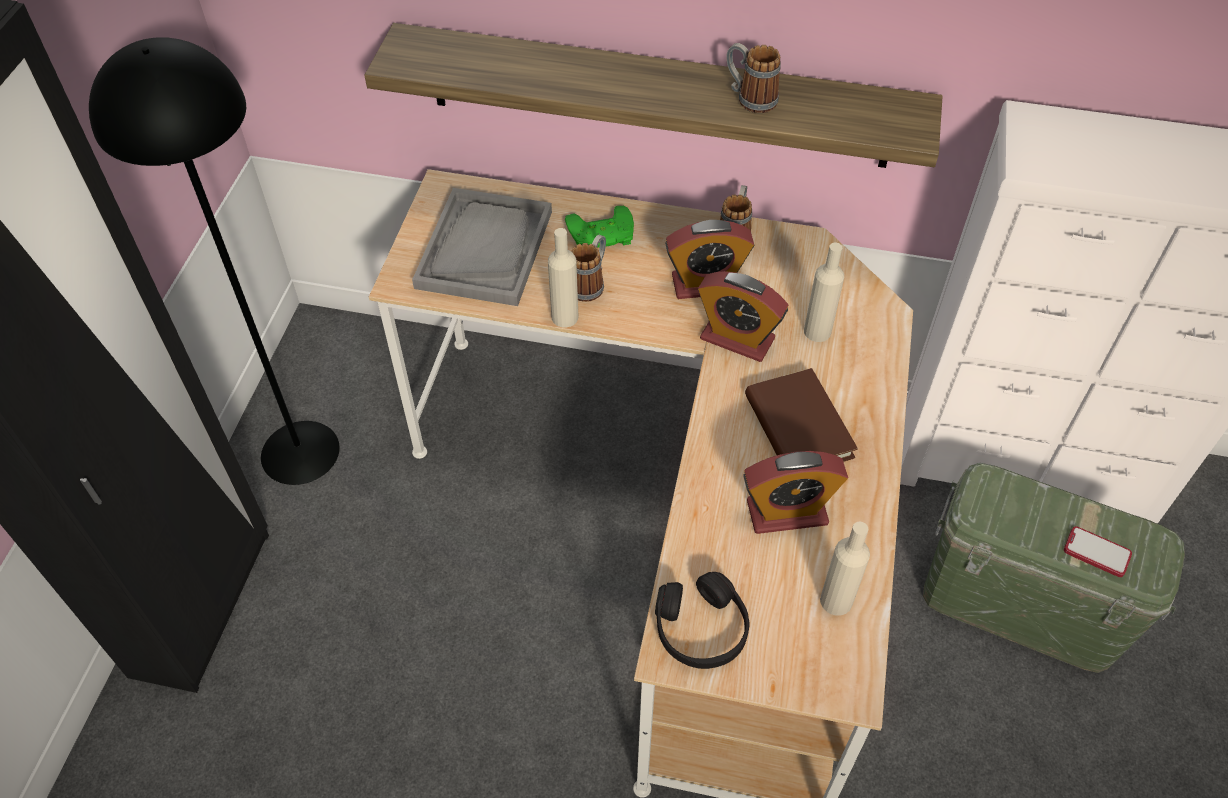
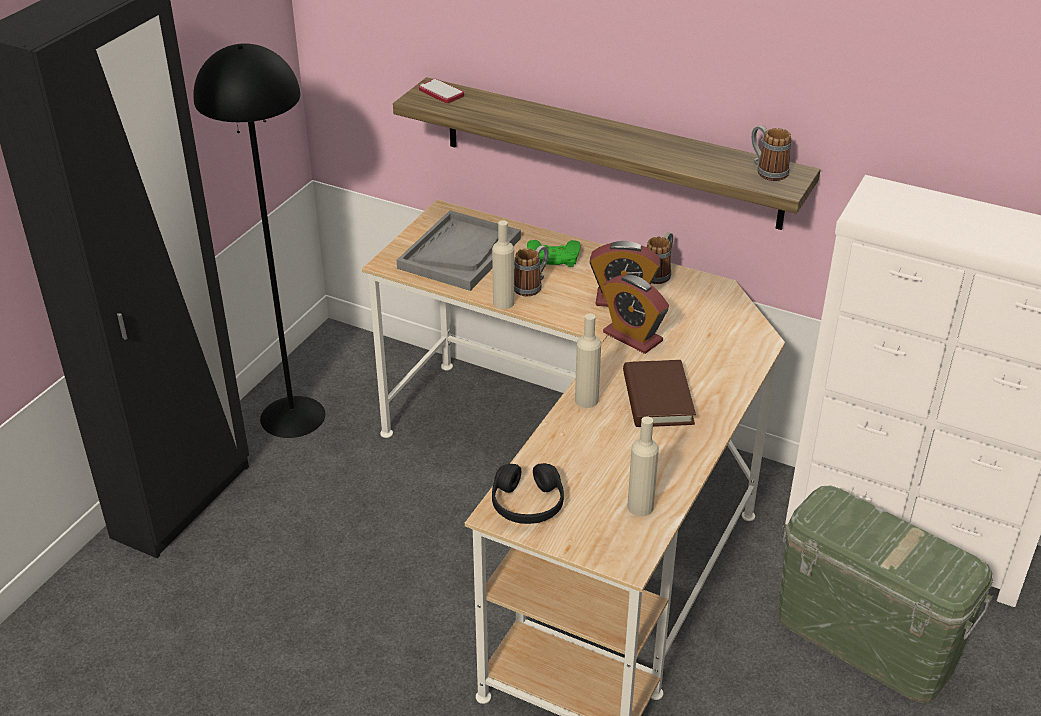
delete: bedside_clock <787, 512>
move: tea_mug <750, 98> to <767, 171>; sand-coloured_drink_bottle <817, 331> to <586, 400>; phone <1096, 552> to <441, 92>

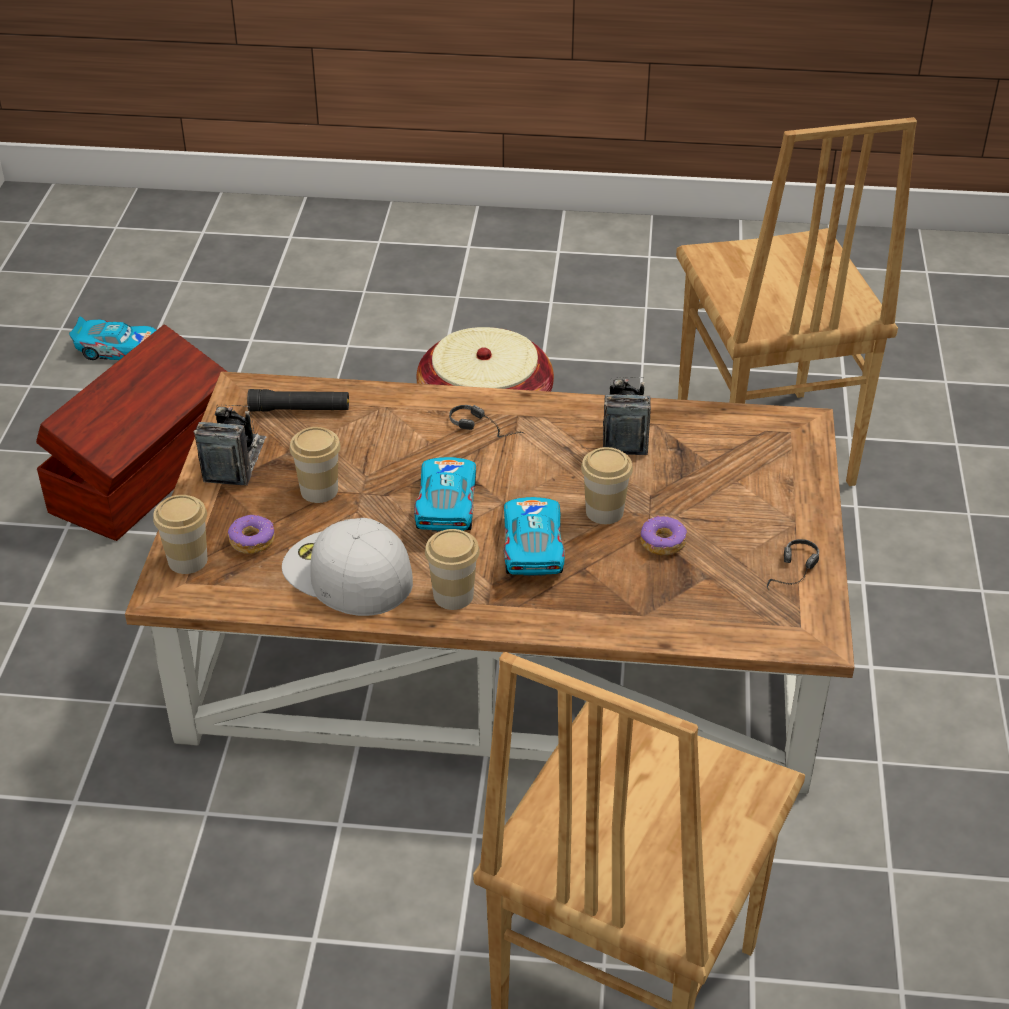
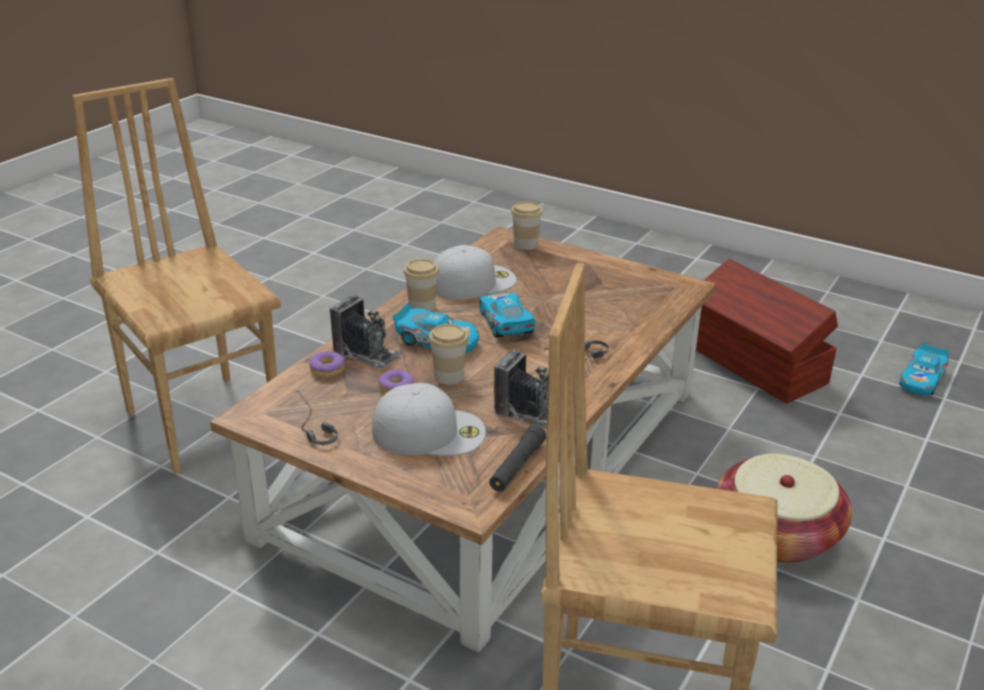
delete: cup <319, 490>
insert: whitish_baseball_cap <430, 431>
move: still_camera <235, 461> to <366, 353>; donut <252, 540> to <327, 370>; black-coloured_torch <299, 409> to <517, 466>
rotate: model_car <446, 506> = <506, 323> 135 degrees counterclockwise

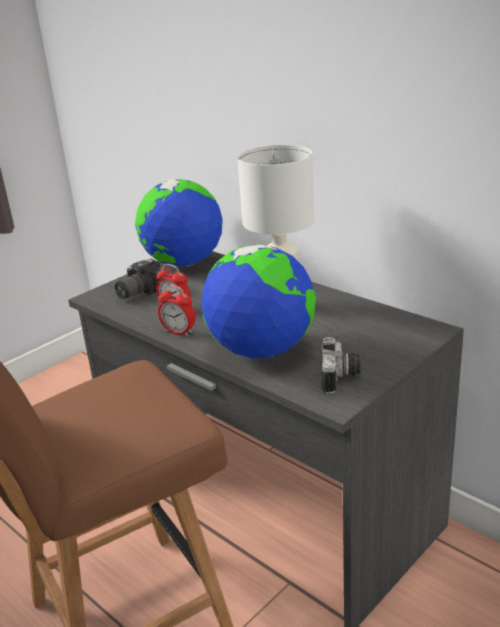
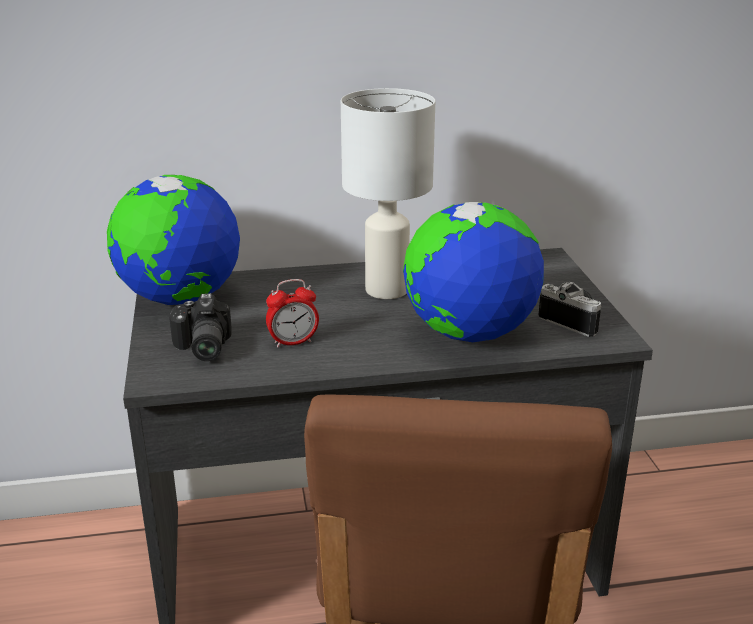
delete: bedside_clock <179, 332>

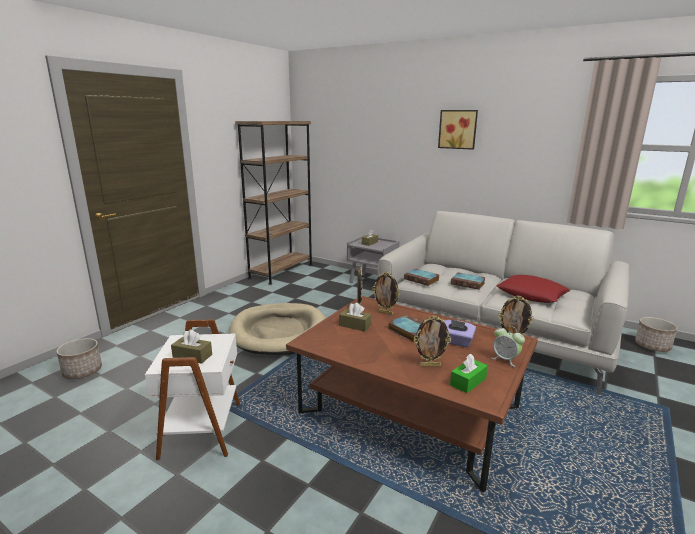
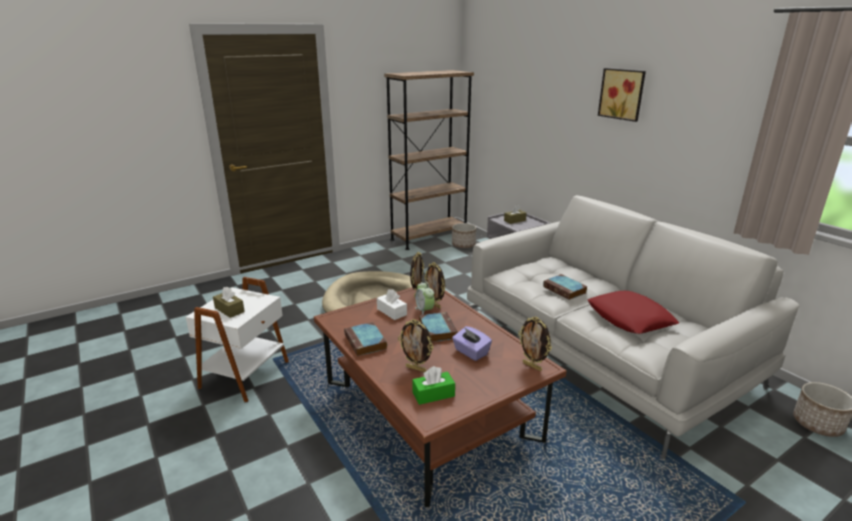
move: plant_pot <82, 371> to <463, 245>; volume <422, 279> to <366, 342>; bedside_clock <505, 359> to <424, 311>
recolor: brown-coloured_tissue_box <355, 325> to whitish_tissue_box <391, 312>

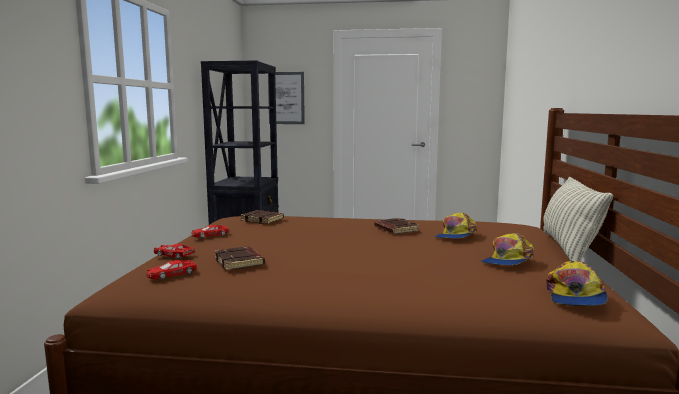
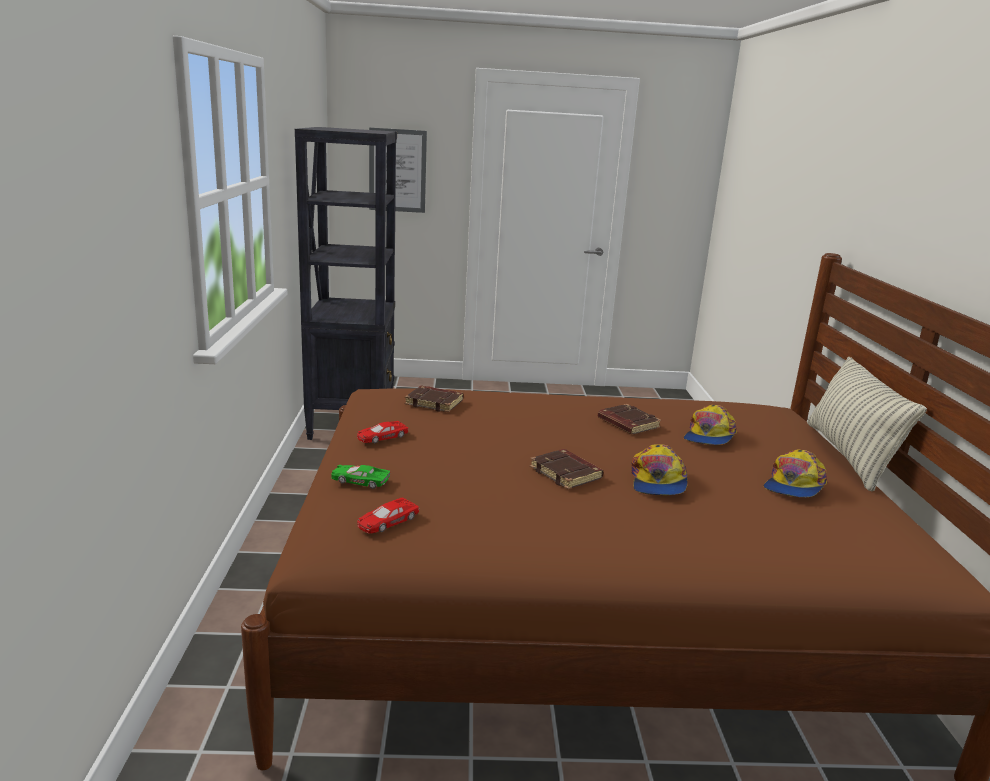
move: brown-coloured_volume <240, 262> to <567, 473>; baseball_cap <575, 296> to <657, 481>
recolor: red_model_car <173, 255> to green_model_car <360, 480>

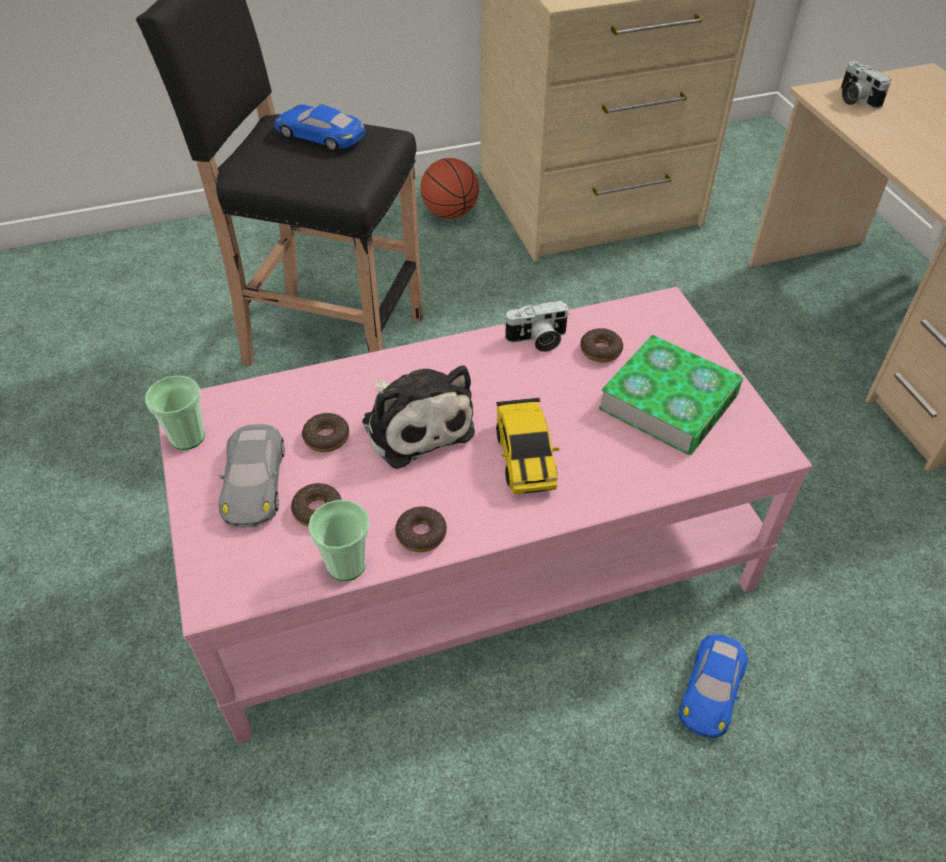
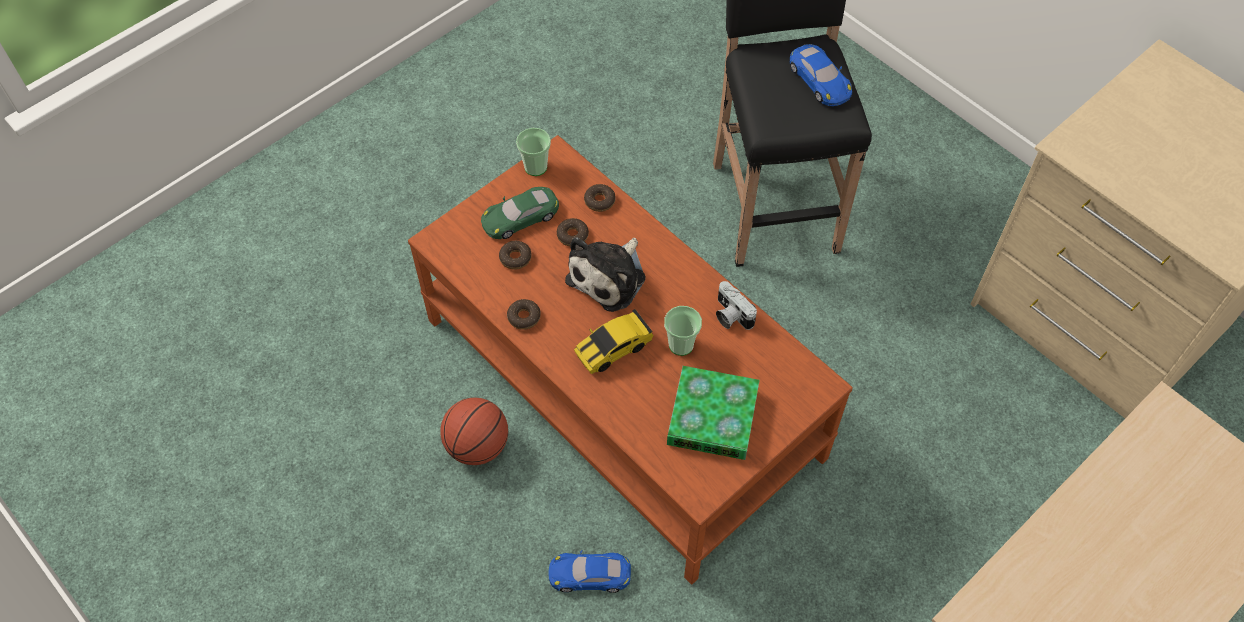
delete: still_camera <855, 99>
move: cup <346, 564> to <681, 345>; basketball <450, 213> to <477, 446>; donut <600, 350> to <599, 201>
recolor: pink_lounge_table <474, 555> to brown-coloured_lounge_table <622, 388>; greyish_model_car <254, 481> to green_model_car <520, 217>
rotate: bluish_model_car <320, 135> = <819, 80> 150 degrees clockwise

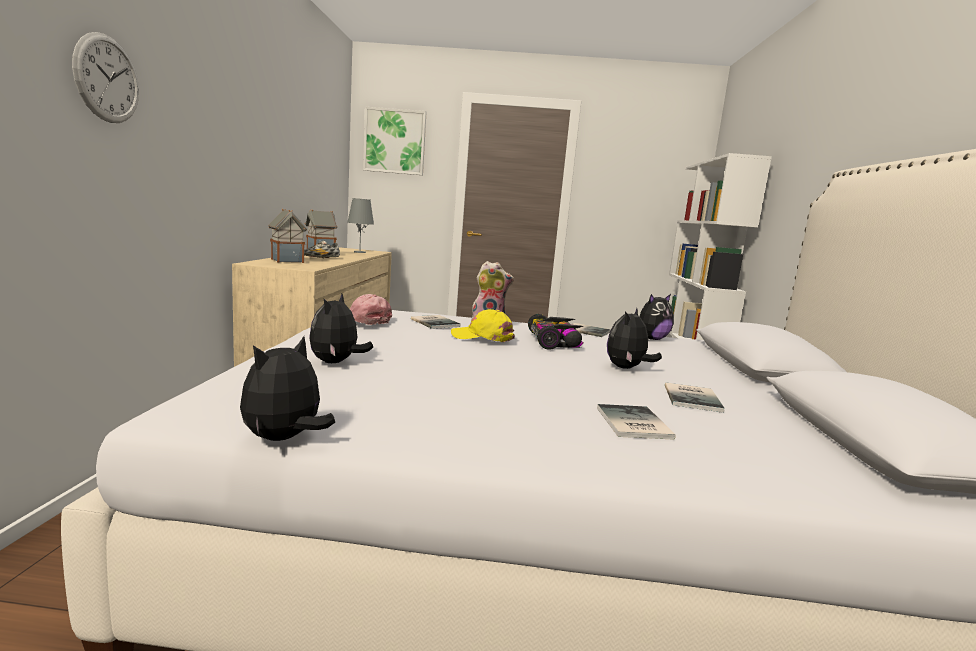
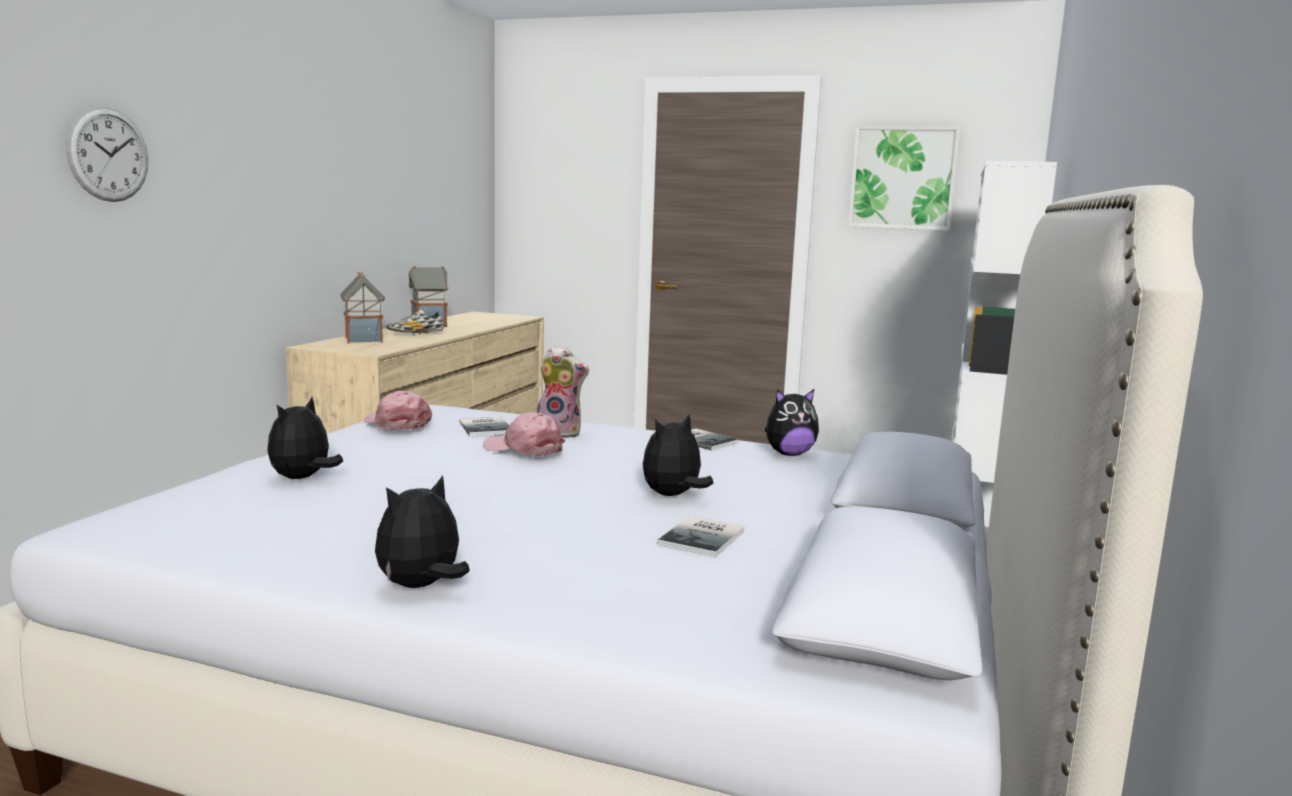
delete: greyish_tabletop_lamp <359, 252>; model_car <554, 342>; volume <631, 423>
move: soft_toy <285, 439> to <421, 586>; picture <394, 141> to <902, 178>
recolor: yellow-coloured_baseball_cap <483, 337> to pink_baseball_cap <524, 448>

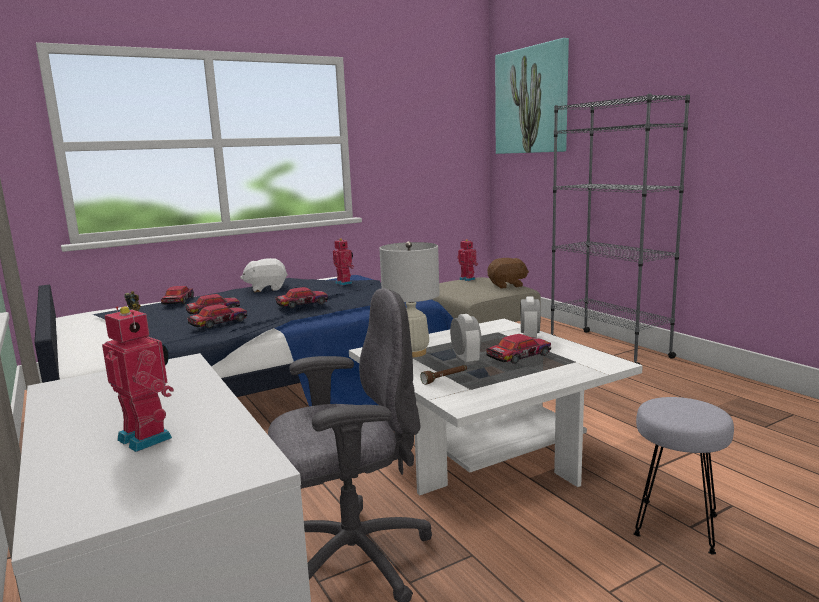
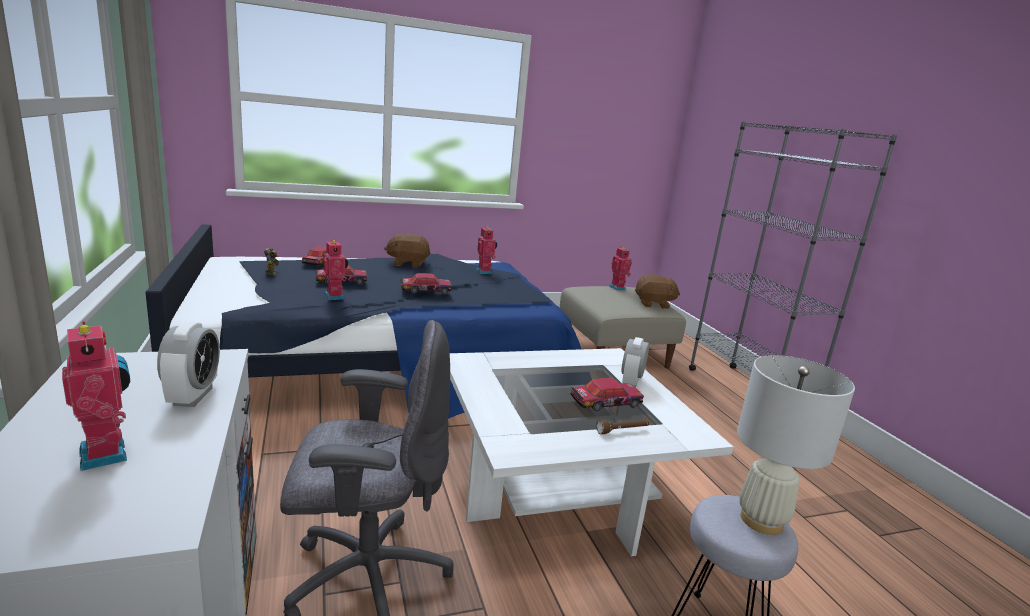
delete: picture <532, 101>
move: whitish_tabletop_lamp <413, 352> to <761, 520>; brown-coloured_torch <445, 378> to <622, 431>; bedside_clock <465, 360> to <193, 396>
replace: model_car <218, 323> to robot_figure <335, 297>
recolor: whitish_soft_toy <266, 289> to brown-coloured_soft_toy <408, 263>

